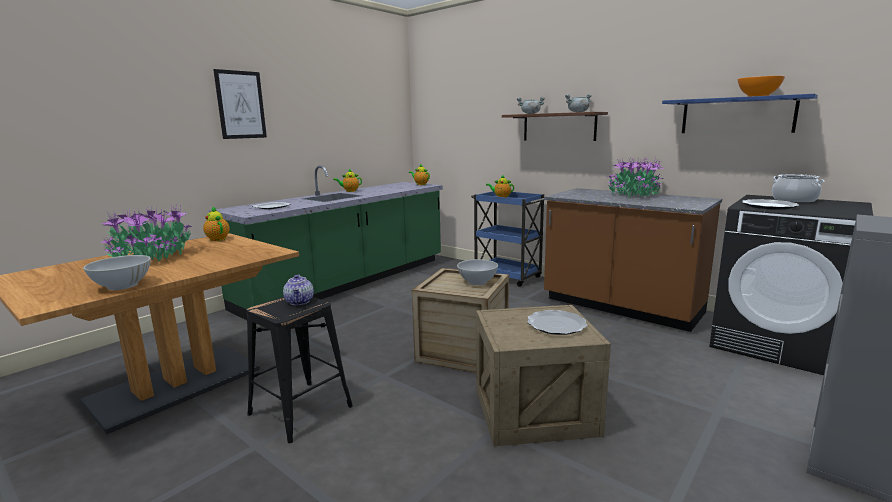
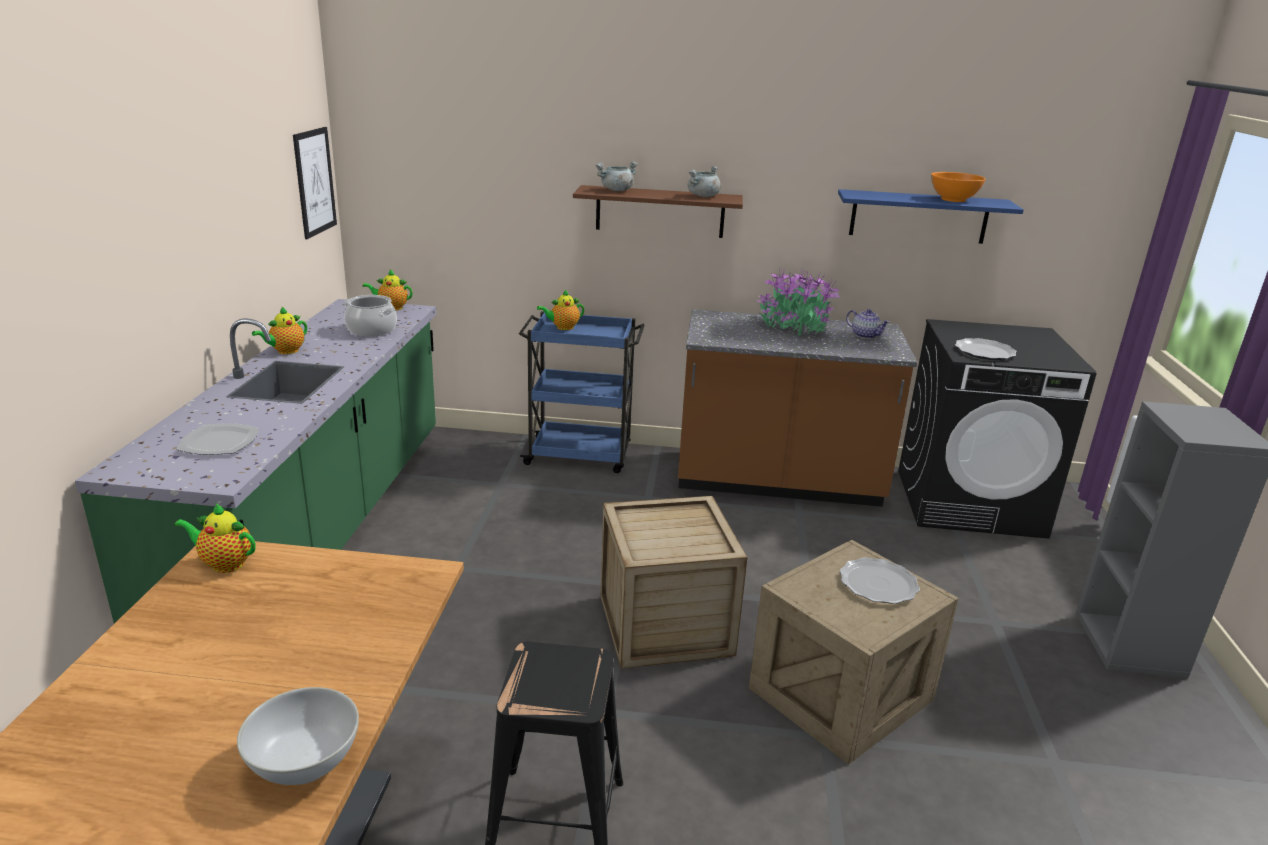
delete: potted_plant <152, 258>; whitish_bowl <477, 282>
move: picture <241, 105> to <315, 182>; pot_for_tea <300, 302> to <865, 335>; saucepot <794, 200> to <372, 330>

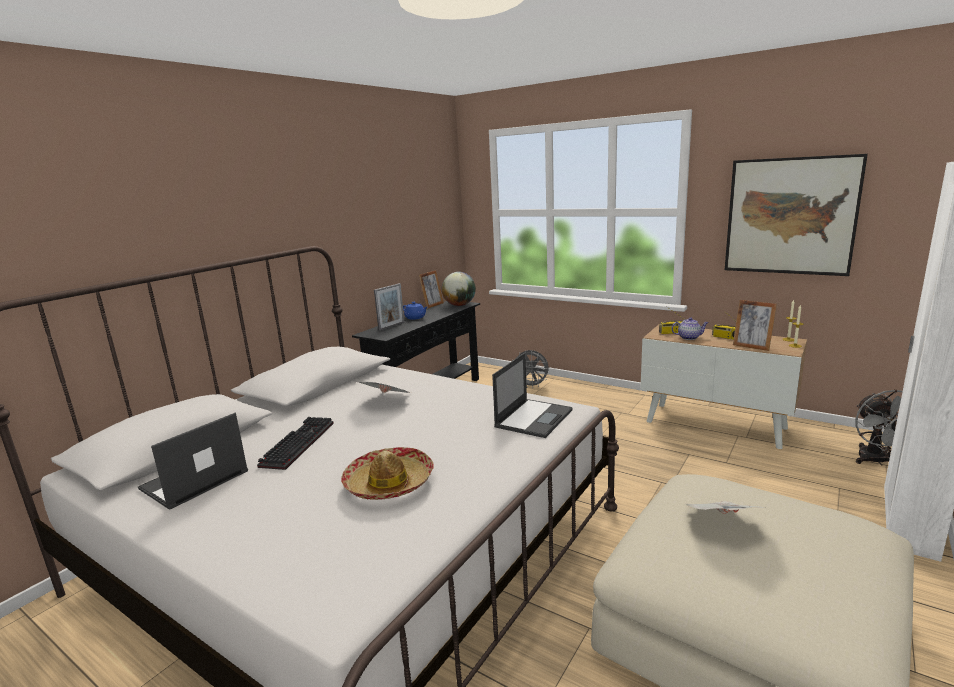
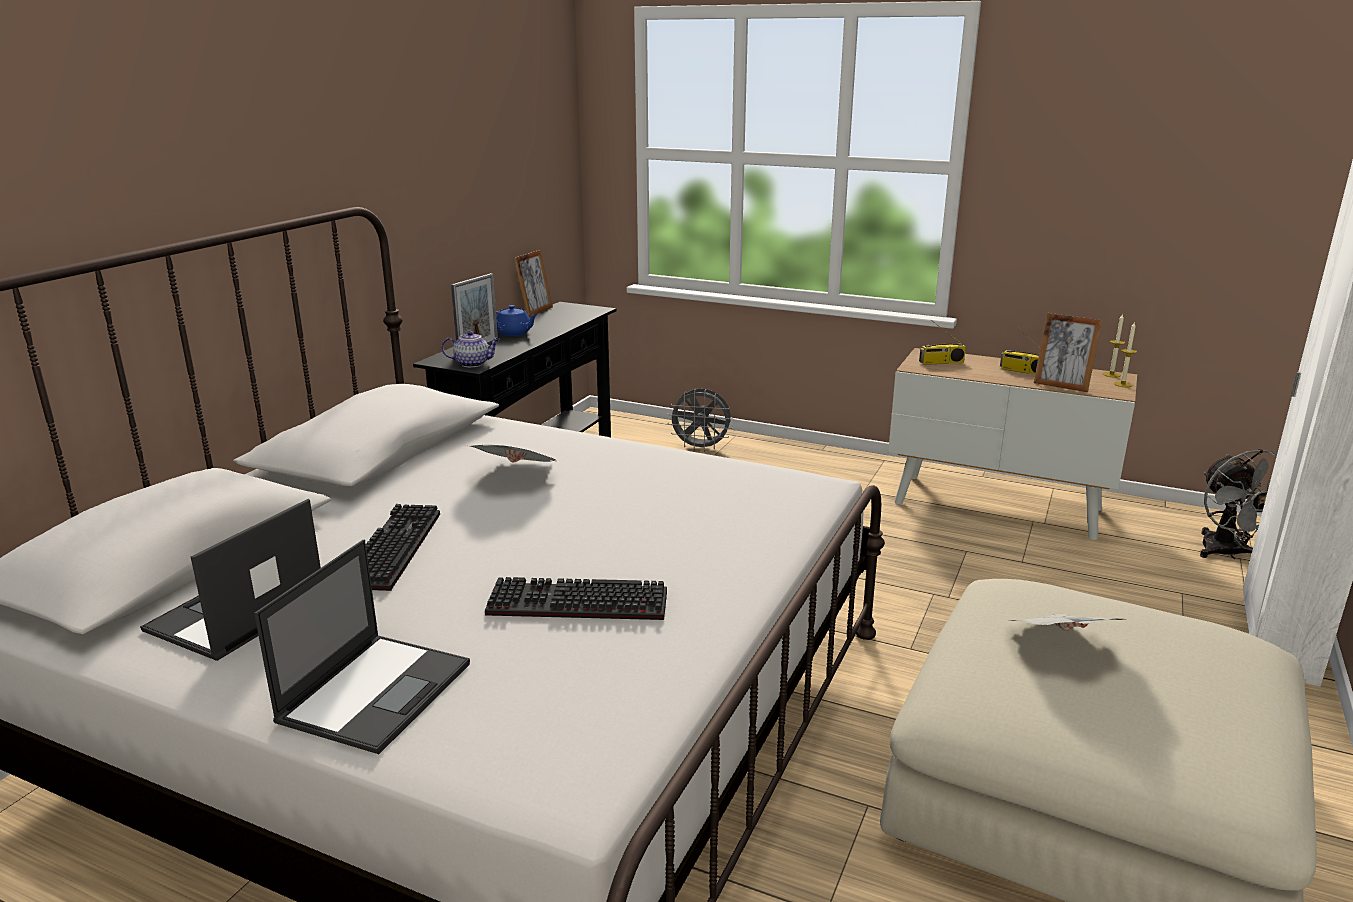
delete: desk_globe <459, 305>; picture <790, 216>
move: notebook_computer <534, 418> to <377, 691>; pot_for_tea <689, 337> to <473, 363>
replace: clothing_hat <389, 483> to keyboard <574, 605>

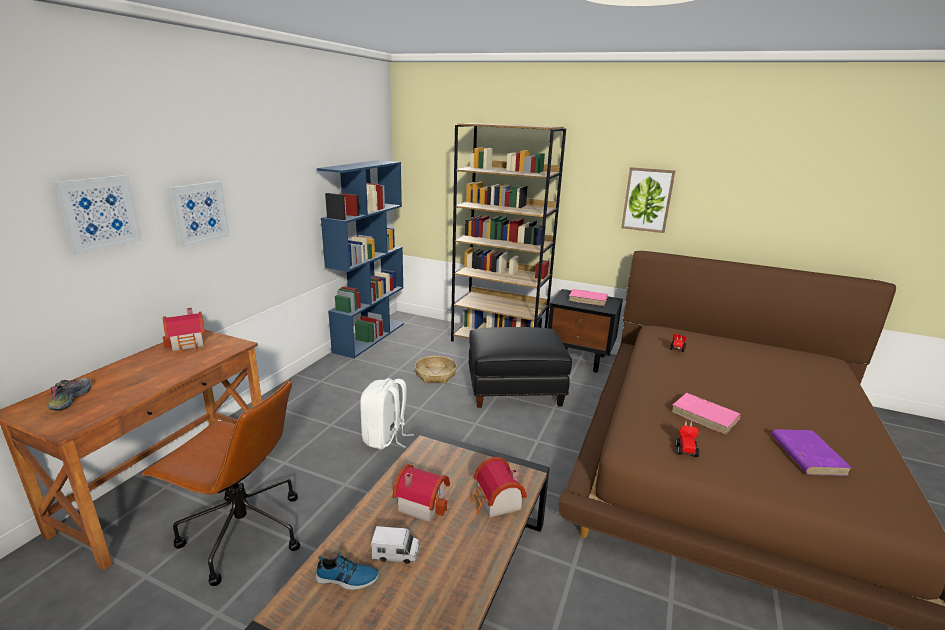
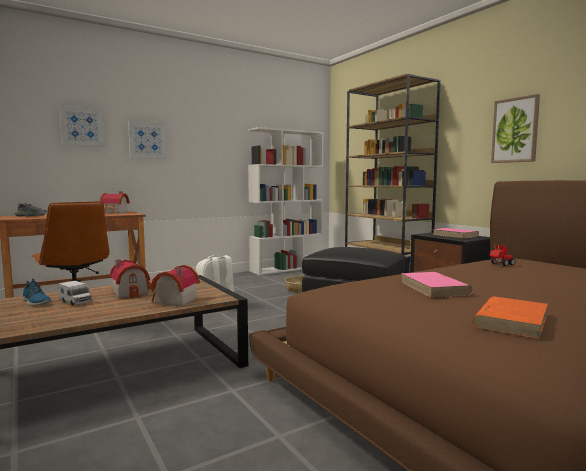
delete: model_car <685, 448>
recolor: bluish_bookcase <370, 337> to whitish_bookcase <287, 268>; purplish_volume <807, 454> to orange_volume <511, 321>

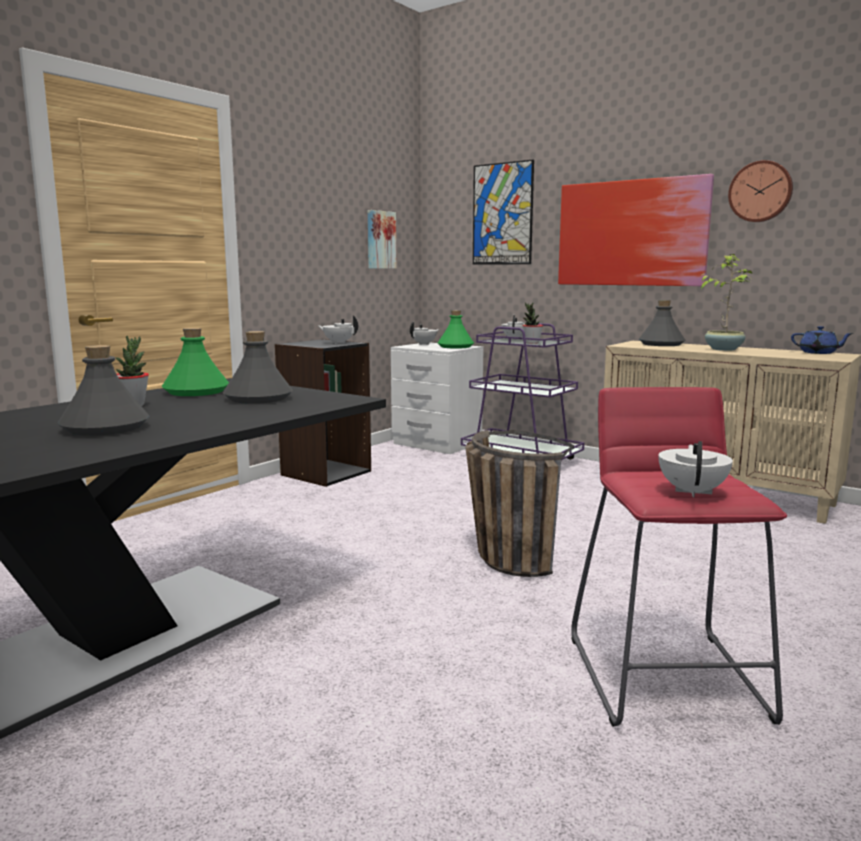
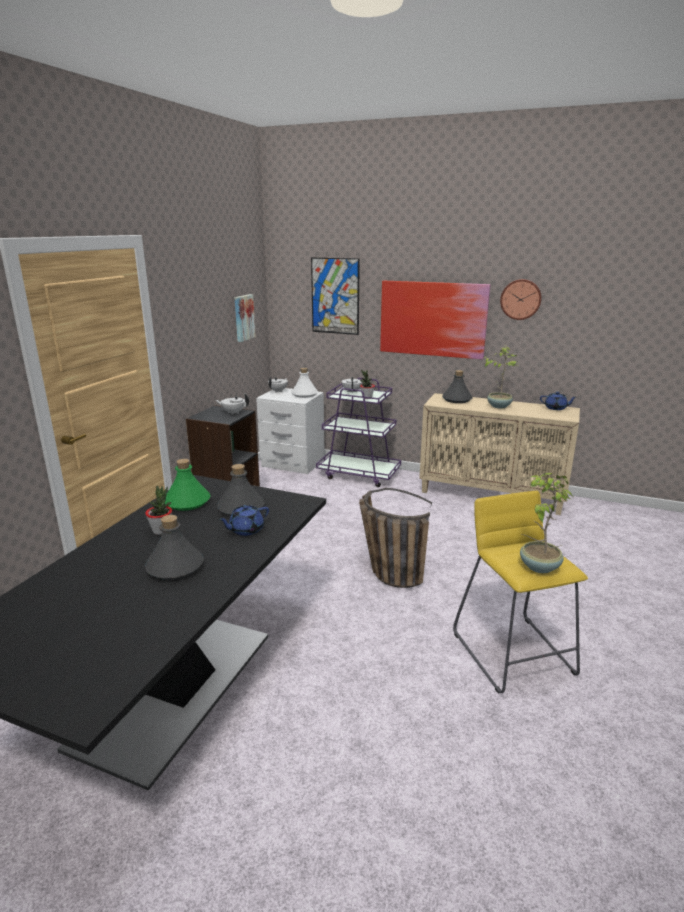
insert: bluish_pot_for_tea <246, 530>
replace: whitish_pot_for_tea <693, 492> to potted_plant <538, 566>
recolor: green_drink_bottle <455, 346> to whitish_drink_bottle <304, 394>; red_sitting_stool <666, 676> to yellow-coloured_sitting_stool <513, 653>

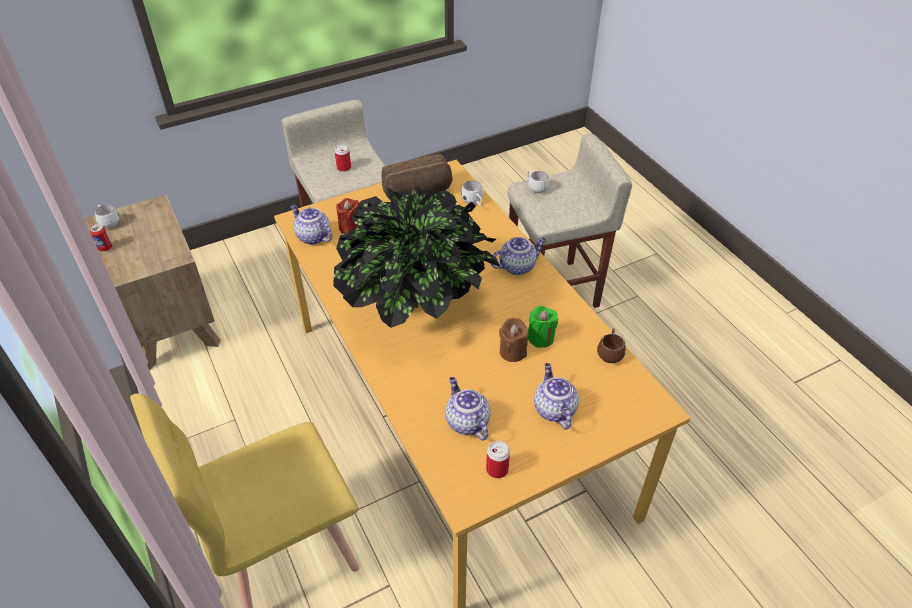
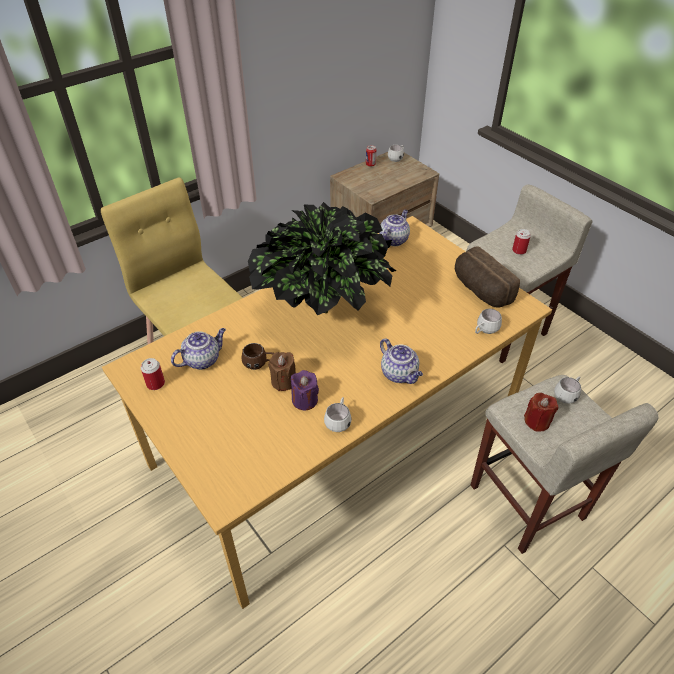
delete: pot_for_tea <553, 409>
insert: whitish_tea_mug <338, 421>
move: red_wax_light <350, 227> to <537, 421>; brown-coloured_tea_mug <610, 353> to <259, 364>
recolor: green_wax_light <540, 338> to purplish_wax_light <305, 400>

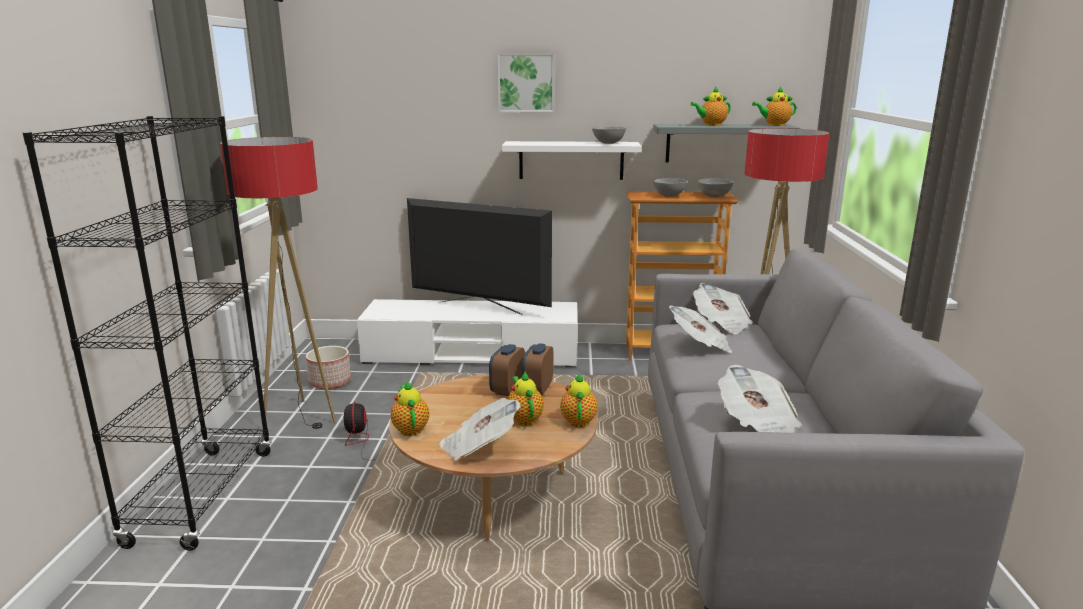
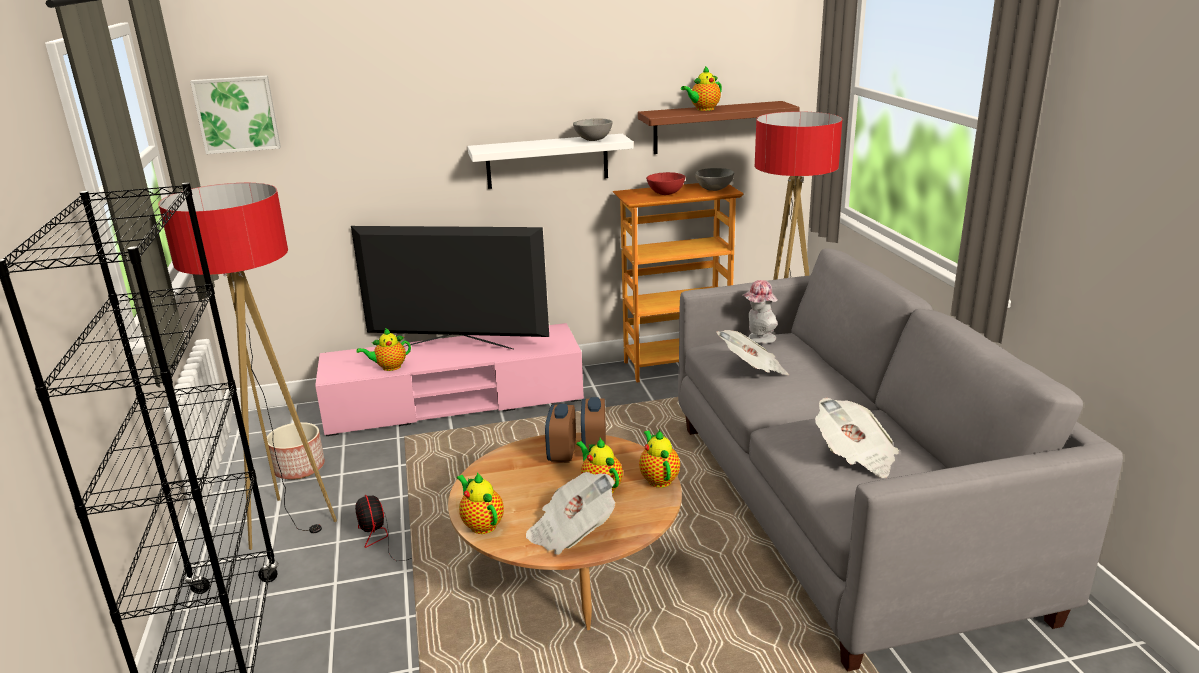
move: picture <526, 82> to <237, 114>; pot_for_tea <774, 125> to <389, 367>
replace: printed_paper <721, 323> to clothing_hat <758, 338>
recolor: whitish_tv_stand <472, 354> to pink_tv_stand <455, 402>; greyish_wall_shelf <719, 143> to brown-coloured_wall_shelf <710, 127>; greyish_bowl <668, 196> to red_bowl <665, 194>

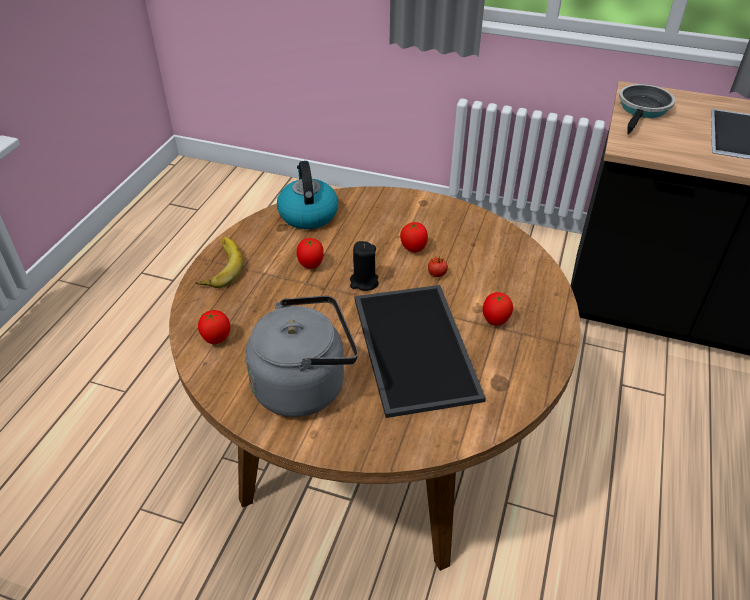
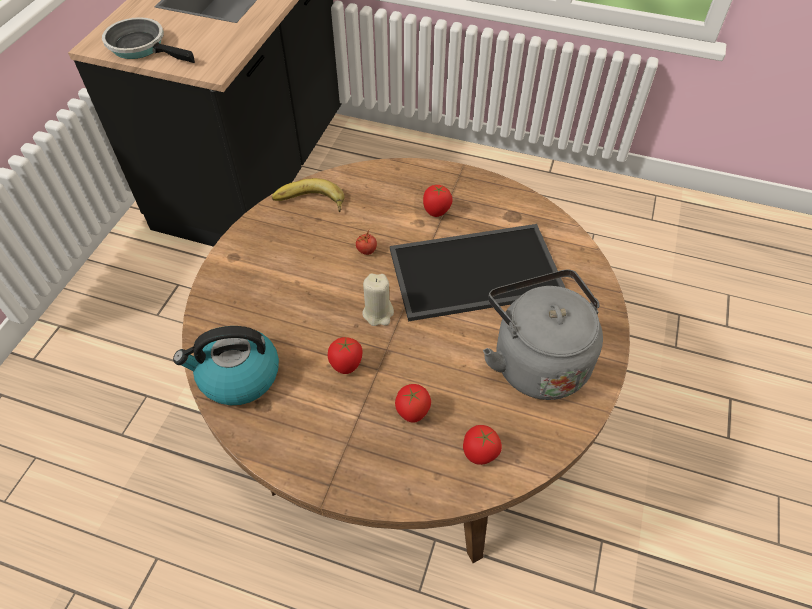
move: banana_fruit <219, 266> to <309, 203>; fresh_tomato <413, 249> to <412, 413>
recolor: black-coloured_wax_light <364, 282> to sand-coloured_wax_light <378, 313>

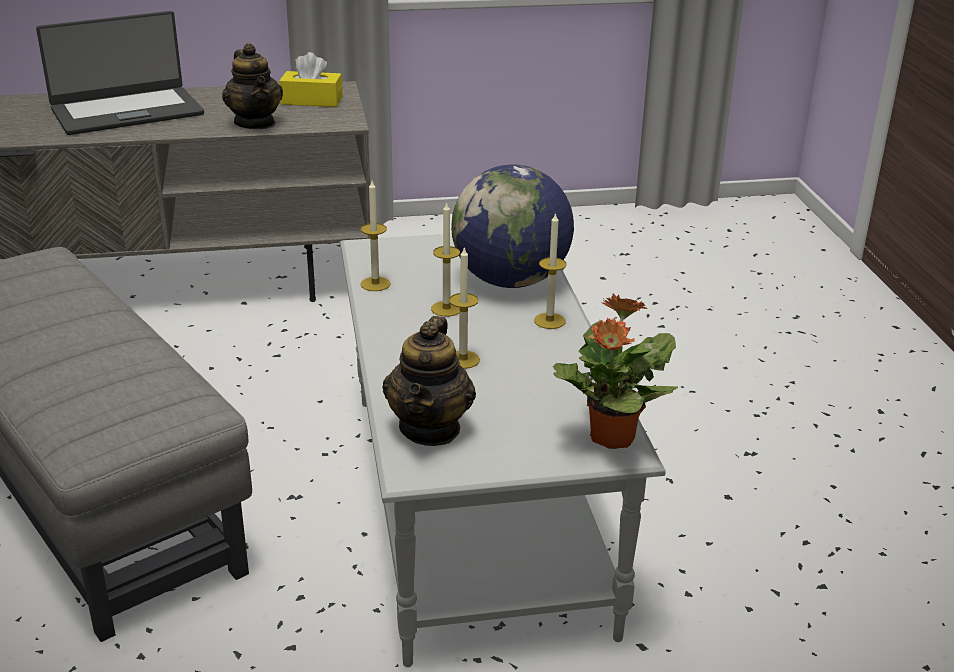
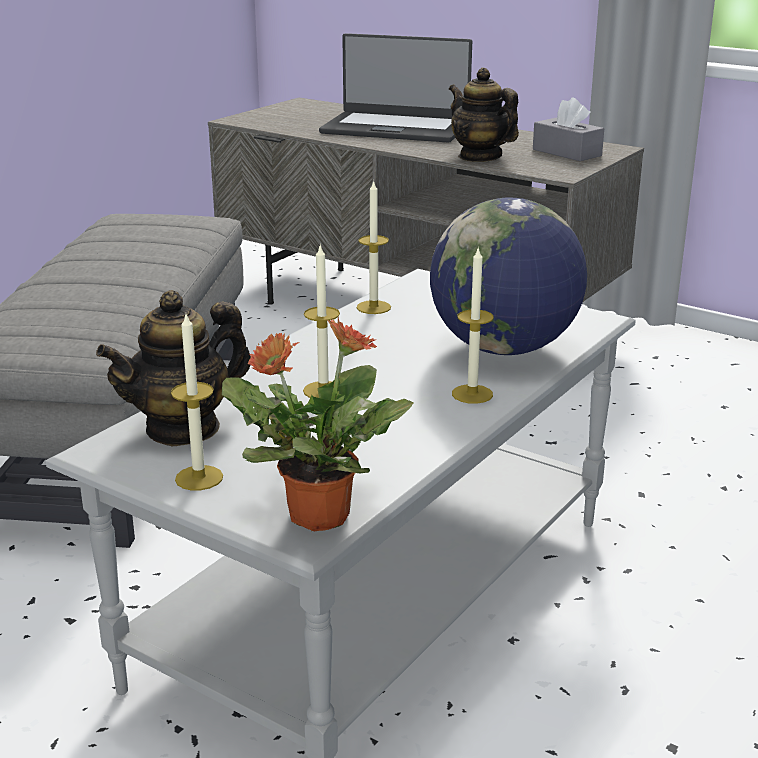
move: wax_light <446, 309> to <199, 478>
recolor: yellow-coloured_tissue_box <312, 100> to greyish_tissue_box <566, 152>
rotate: pot_for_tea <255, 123> = <480, 157> 120 degrees clockwise

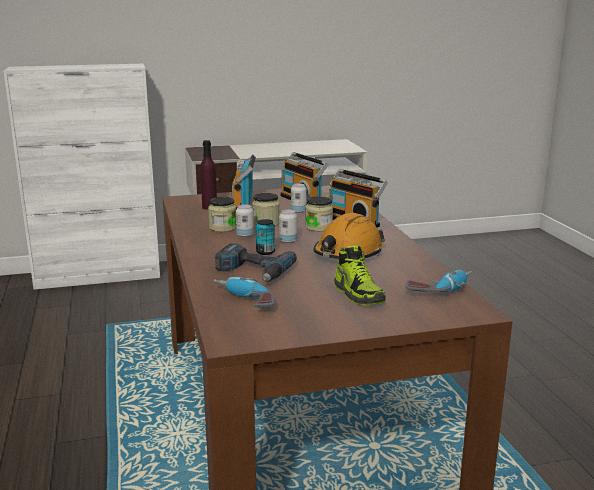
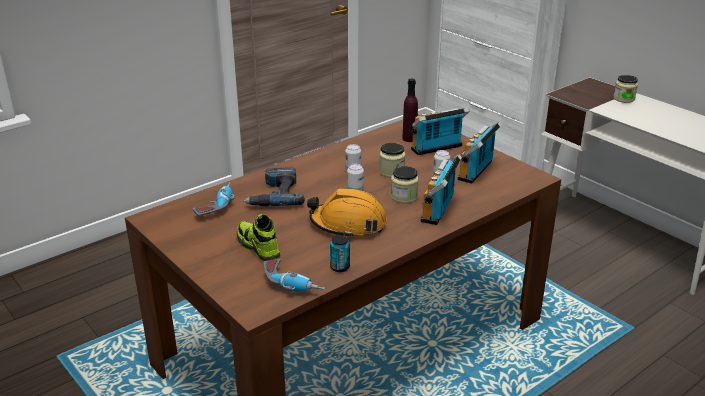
move: storage_jar <223, 228> to <623, 99>; sealed_can <265, 252> to <340, 267>
rotate: item_of_footwear <358, 294> = <258, 248> 105 degrees clockwise

